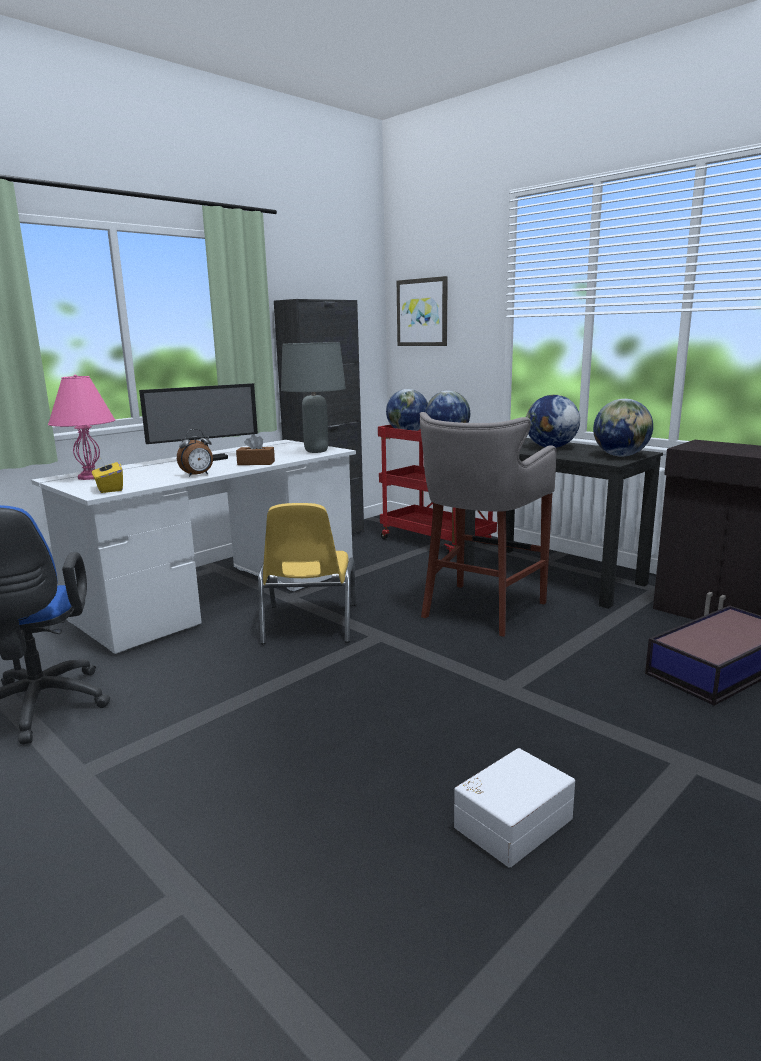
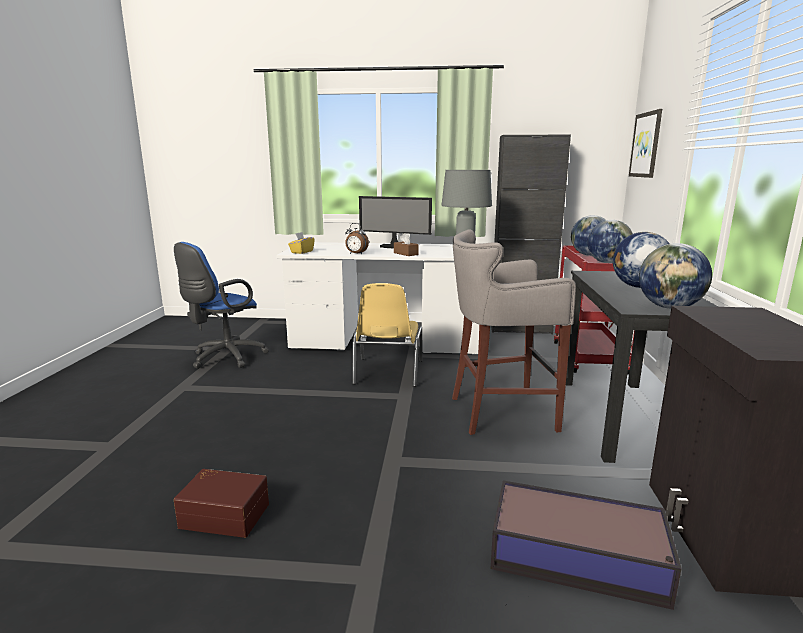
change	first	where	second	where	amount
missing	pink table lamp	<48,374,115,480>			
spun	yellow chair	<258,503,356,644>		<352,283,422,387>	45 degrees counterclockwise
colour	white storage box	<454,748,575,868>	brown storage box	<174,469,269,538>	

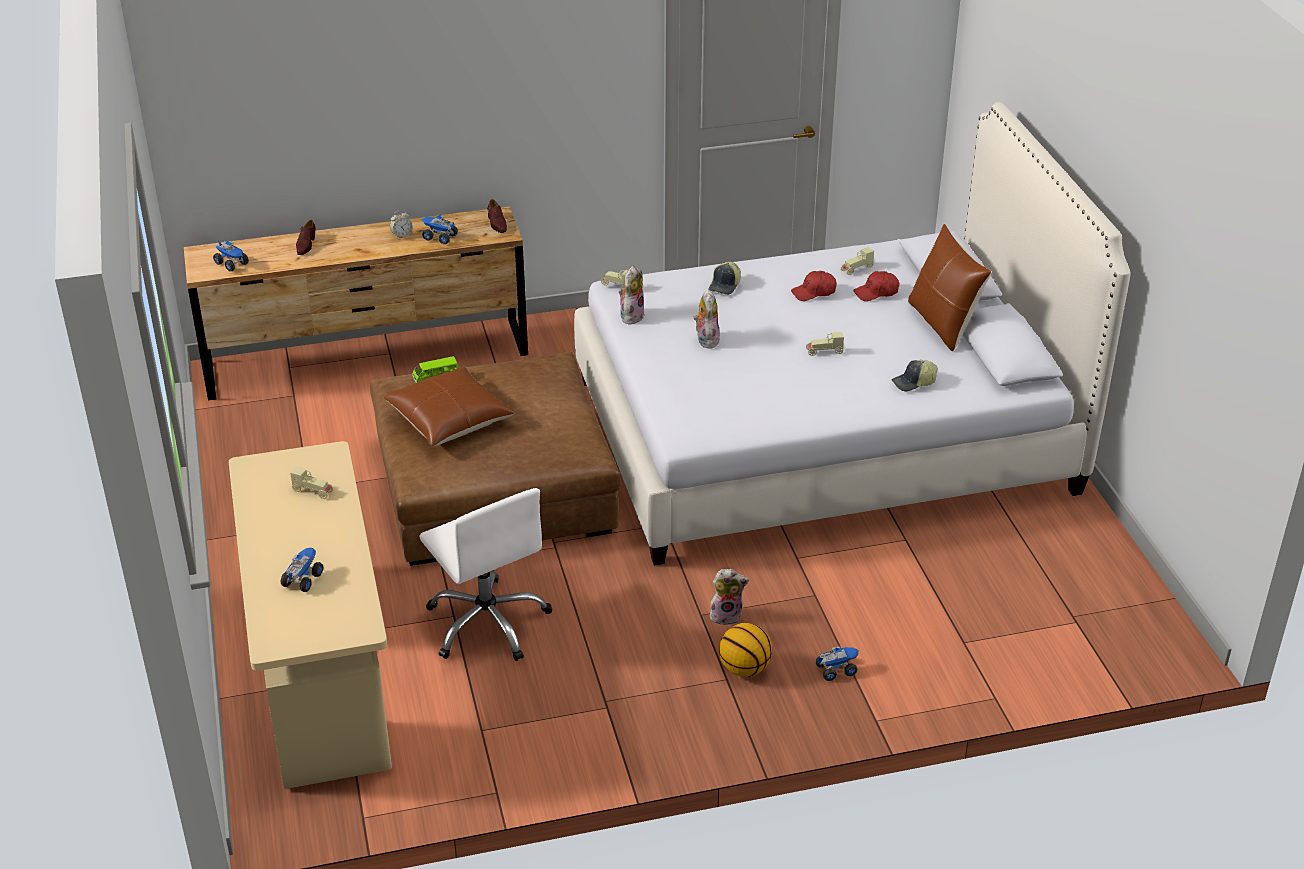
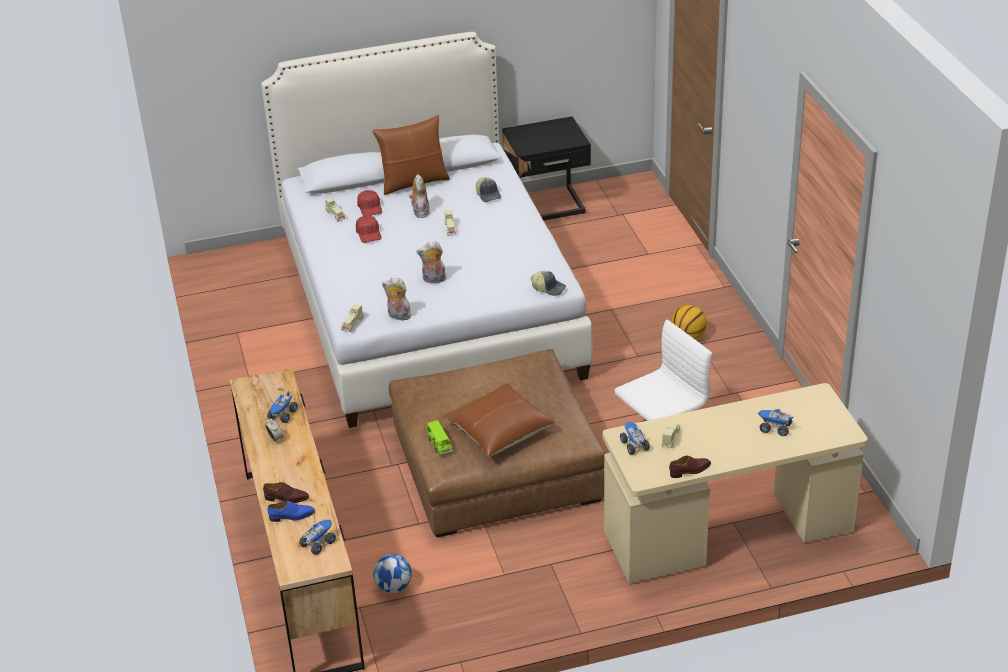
change	first	where	second	where	amount
relocated	brown shoe	<487,199,507,233>		<669,455,711,478>	
relocated	cap	<709,262,741,295>		<530,271,566,296>	
relocated	plush toy	<710,569,749,625>		<409,174,430,218>	
relocated	toy truck	<816,647,859,681>		<620,422,650,455>	
appeared			blue shoe	<268,500,315,522>	
appeared			football	<373,554,412,593>	
appeared			black nightstand	<502,116,591,221>	

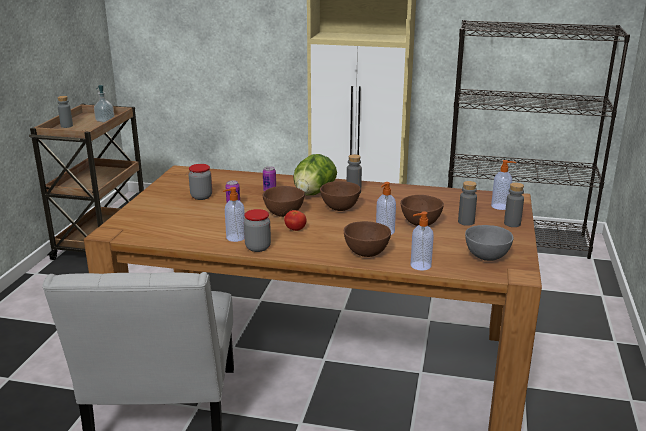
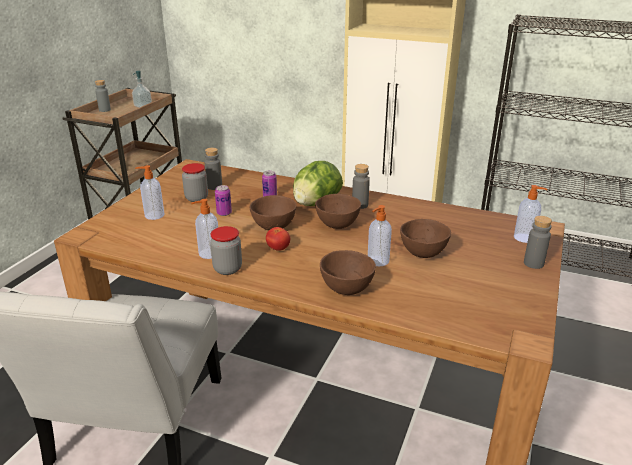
change	first	where	second	where	amount
relocated	soap dispenser	<411,212,434,271>		<135,165,165,220>	
relocated	grey bottle	<458,181,477,226>		<205,148,222,190>	
missing	grey bowl	<465,225,514,261>			

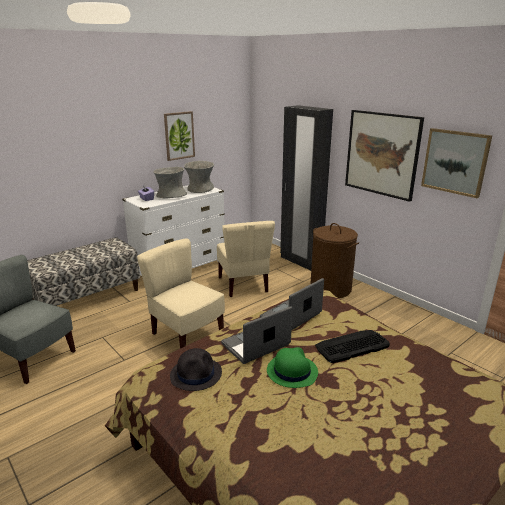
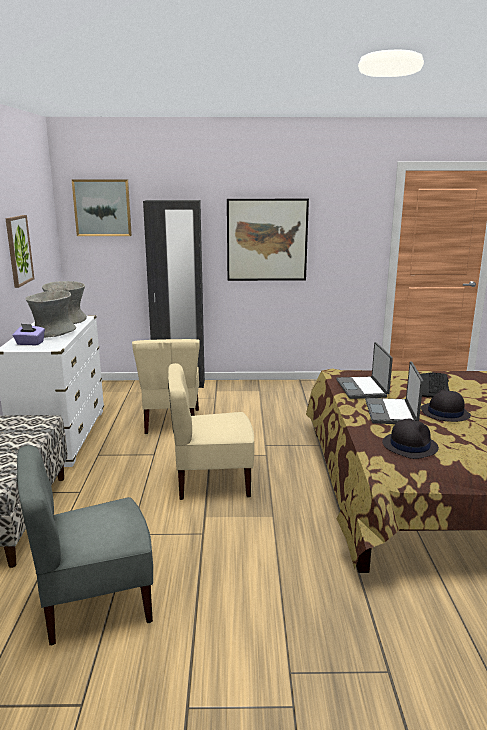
change	first	where	second	where	amount
spun	beige chair	<217,221,275,297>		<132,339,200,435>	60 degrees clockwise
colour	green hat	<267,347,318,388>	black hat	<421,389,471,422>	
missing	brown laundry basket	<310,223,359,298>			
relocated	picture	<421,128,492,198>		<71,179,132,236>	

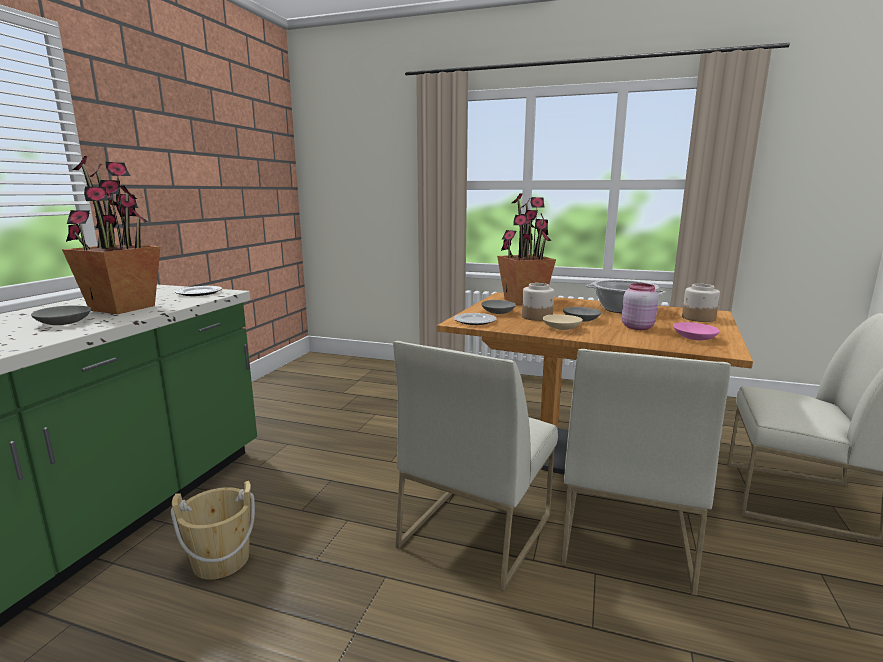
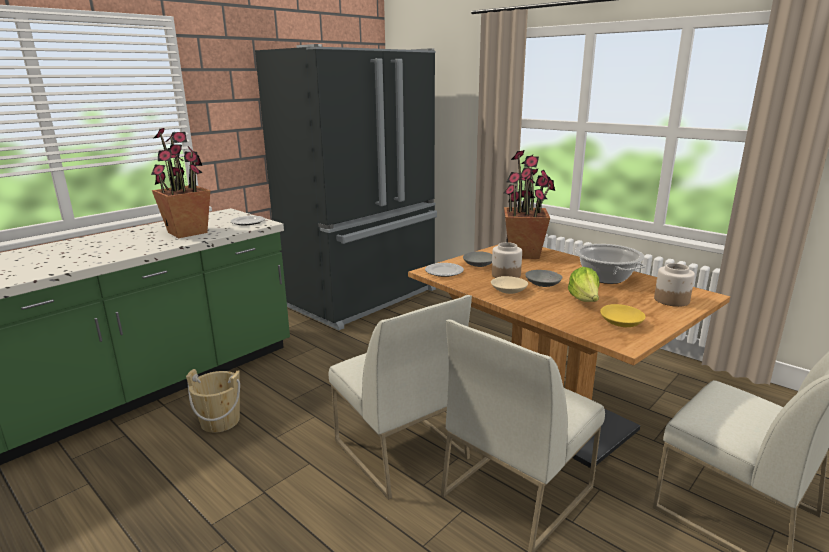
change	first	where	second	where	amount
missing	grey bowl	<31,305,91,325>			
spun	white chair	<393,341,558,592>		<329,295,472,500>	90 degrees counterclockwise
exchanged	pink jar	<622,283,658,330>	lettuce	<568,267,600,302>	
colour	pink bowl	<673,322,720,340>	yellow bowl	<600,304,646,327>	
appeared			black fridge	<255,44,437,330>	

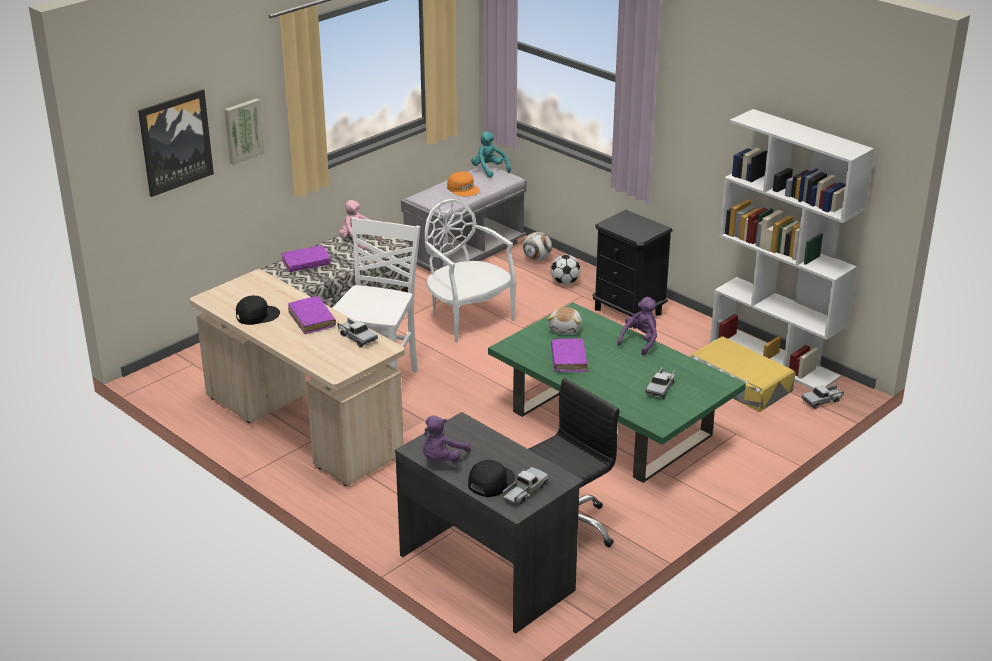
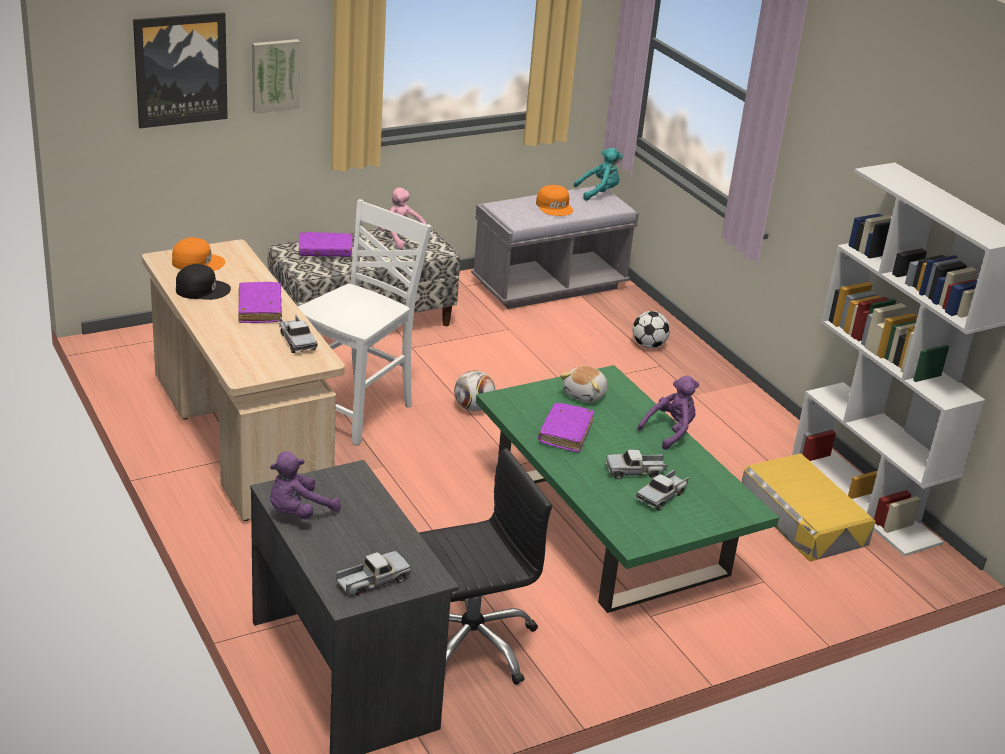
change	first	where	second	where	amount
missing	white chair	<425,199,516,343>			
missing	black cap	<468,460,515,497>			
spun	turquoise plush toy	<471,131,511,178>		<574,148,623,201>	90 degrees clockwise
relocated	football	<523,232,552,261>		<454,370,495,411>	
missing	black nightstand	<592,210,673,328>			
relocated	toy truck	<802,385,844,409>		<606,450,667,479>	
appeared			orange cap	<172,237,225,271>	

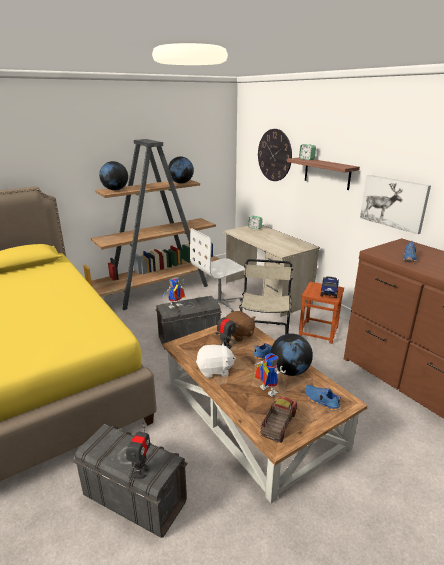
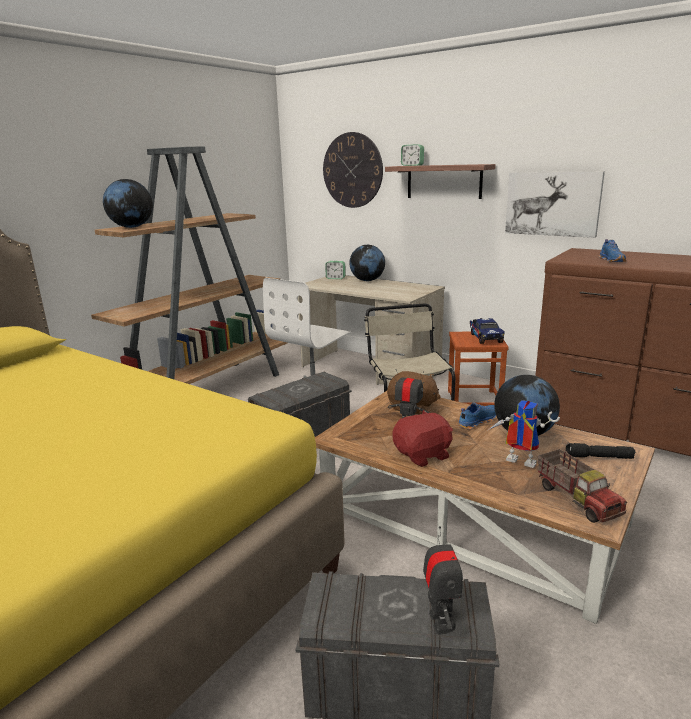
change	first	where	second	where	amount
missing	toy robot	<160,279,187,309>			
relocated	globe	<168,156,194,183>		<349,245,385,281>	
colour	white plush toy	<196,342,236,378>	red plush toy	<392,410,453,467>	
spun	toy truck	<260,396,297,443>		<538,449,627,523>	150 degrees clockwise
exchanged	blue shoe	<305,385,341,411>	black flashlight	<566,443,635,459>	

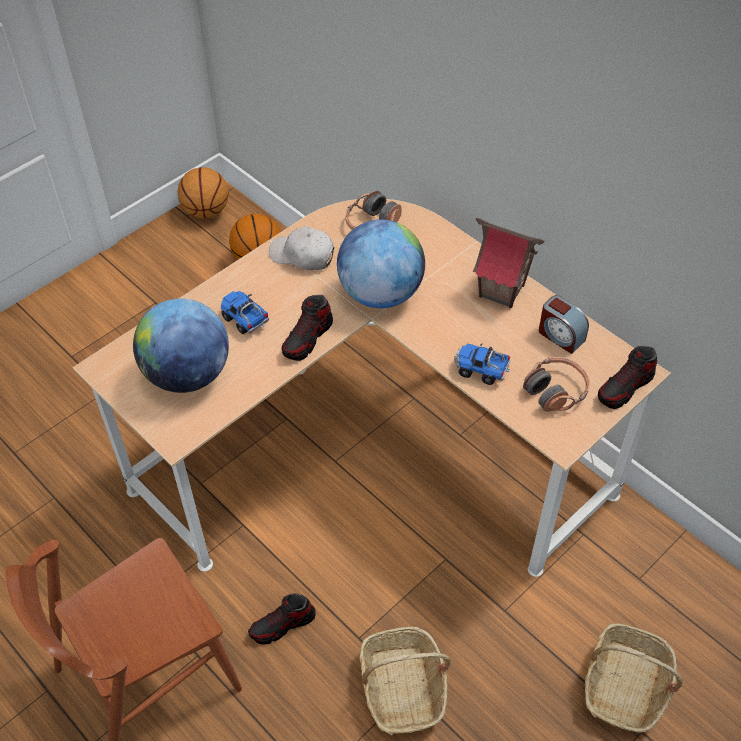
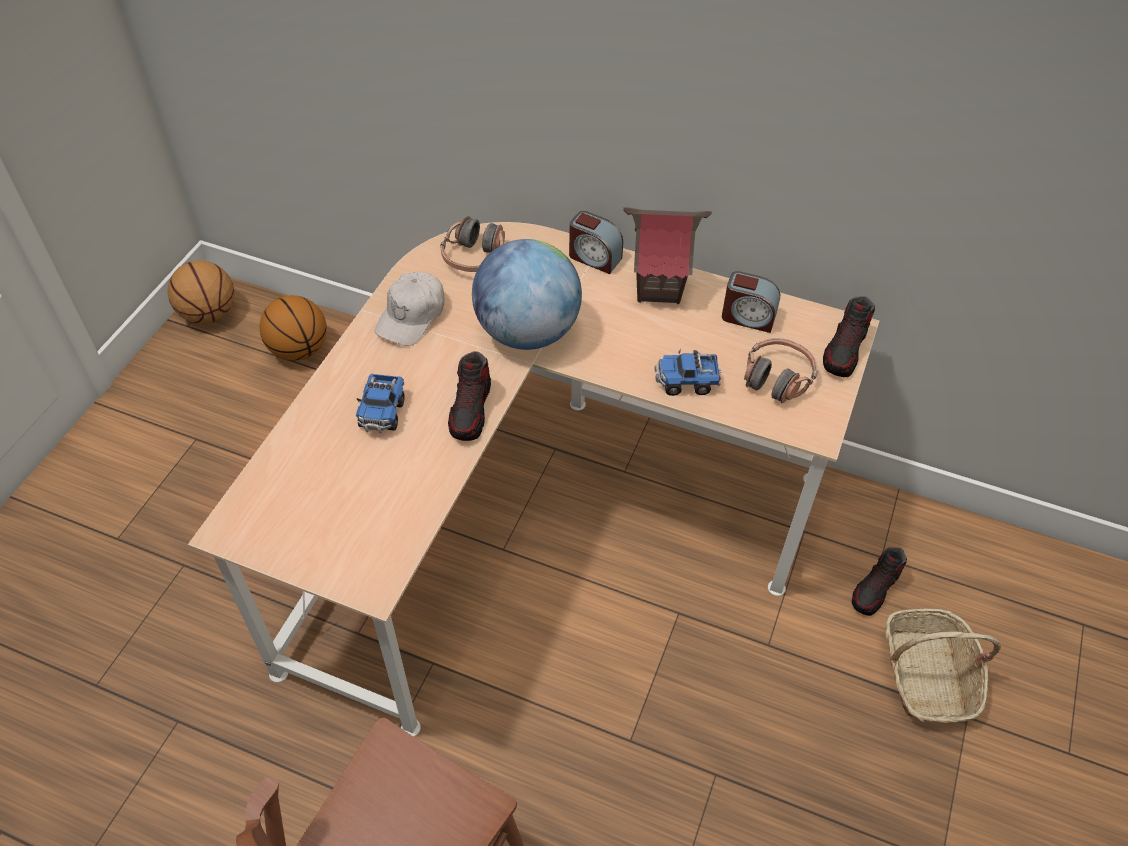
change	first	where	second	where	amount
missing	globe	<133,298,229,393>			
spun	toy truck	<221,291,269,334>		<356,374,405,434>	105 degrees counterclockwise
relocated	shoe	<248,593,316,645>		<852,547,907,616>	
spun	white cap	<269,226,335,270>		<375,272,444,346>	60 degrees counterclockwise
missing	basket	<359,627,451,735>			
appeared			alarm clock	<569,211,623,274>	

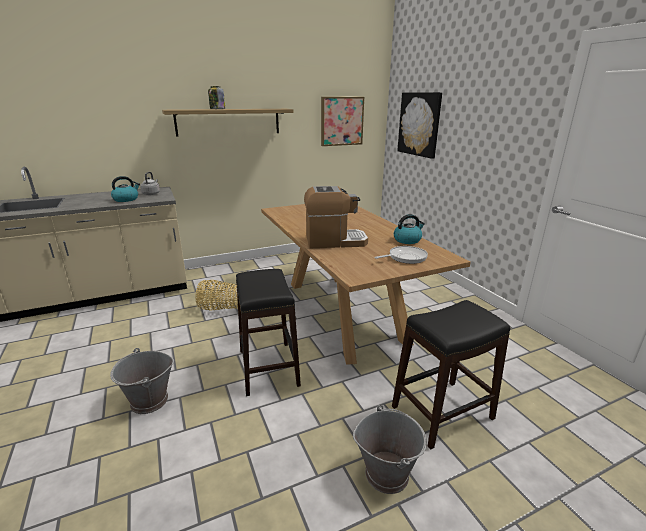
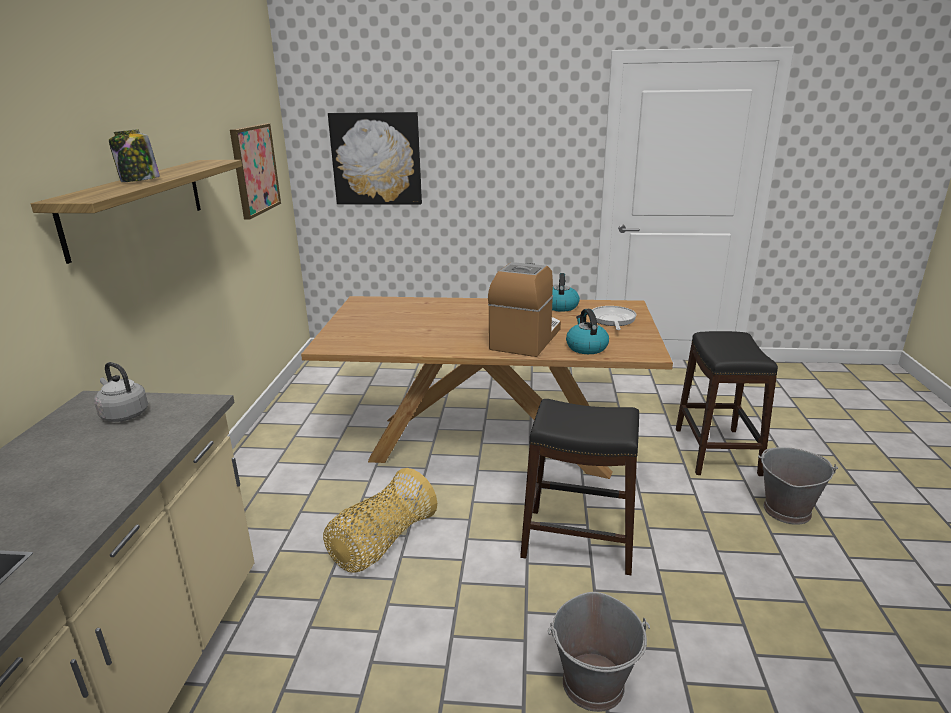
change	first	where	second	where	amount
relocated	kettle	<111,176,140,202>		<566,309,609,354>	

